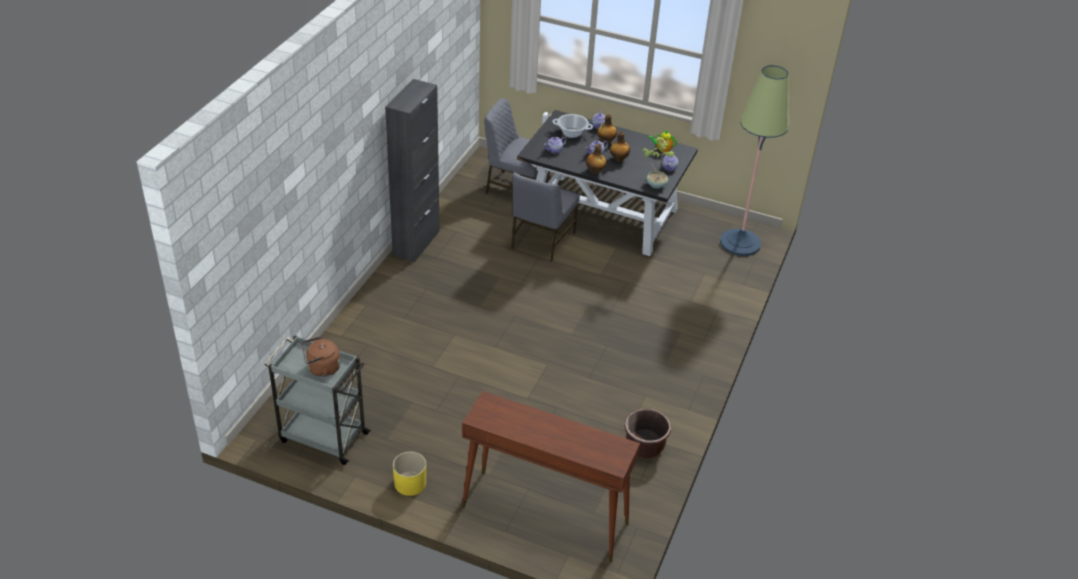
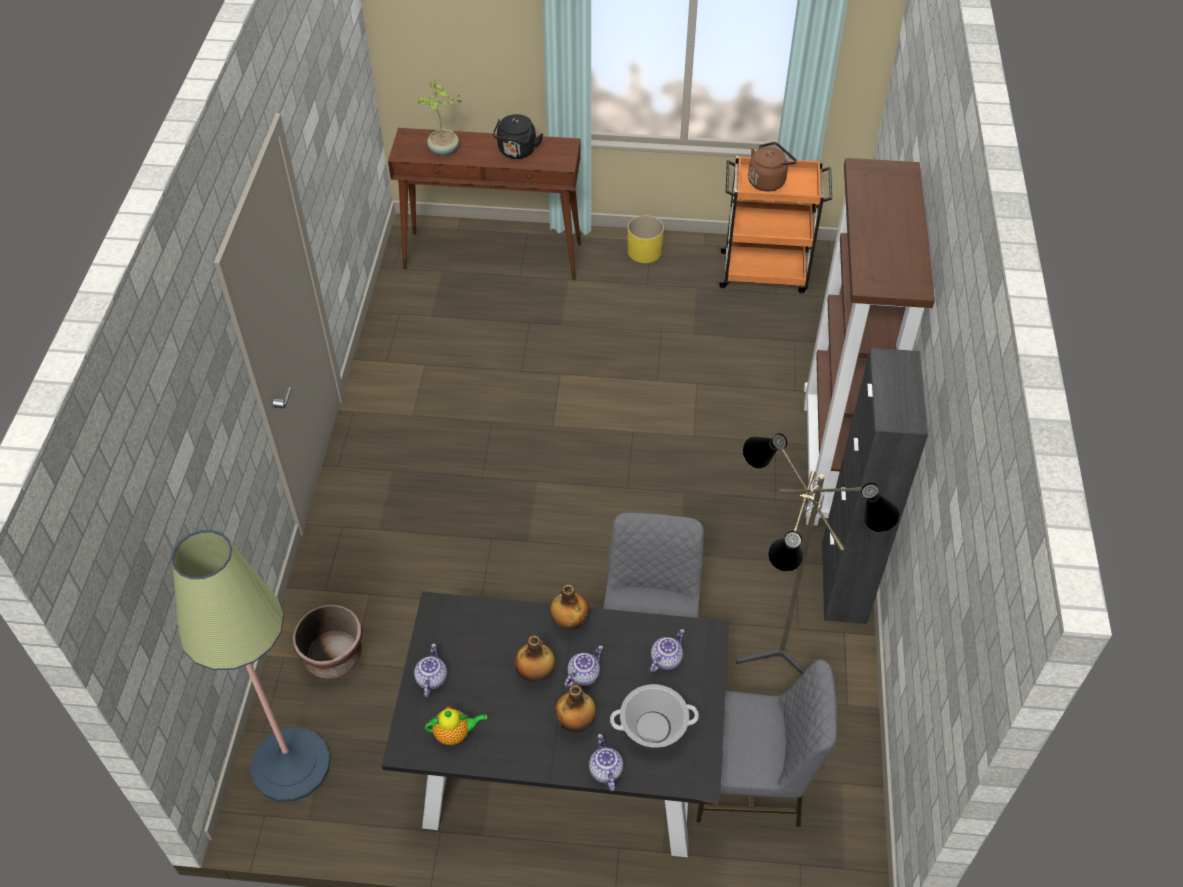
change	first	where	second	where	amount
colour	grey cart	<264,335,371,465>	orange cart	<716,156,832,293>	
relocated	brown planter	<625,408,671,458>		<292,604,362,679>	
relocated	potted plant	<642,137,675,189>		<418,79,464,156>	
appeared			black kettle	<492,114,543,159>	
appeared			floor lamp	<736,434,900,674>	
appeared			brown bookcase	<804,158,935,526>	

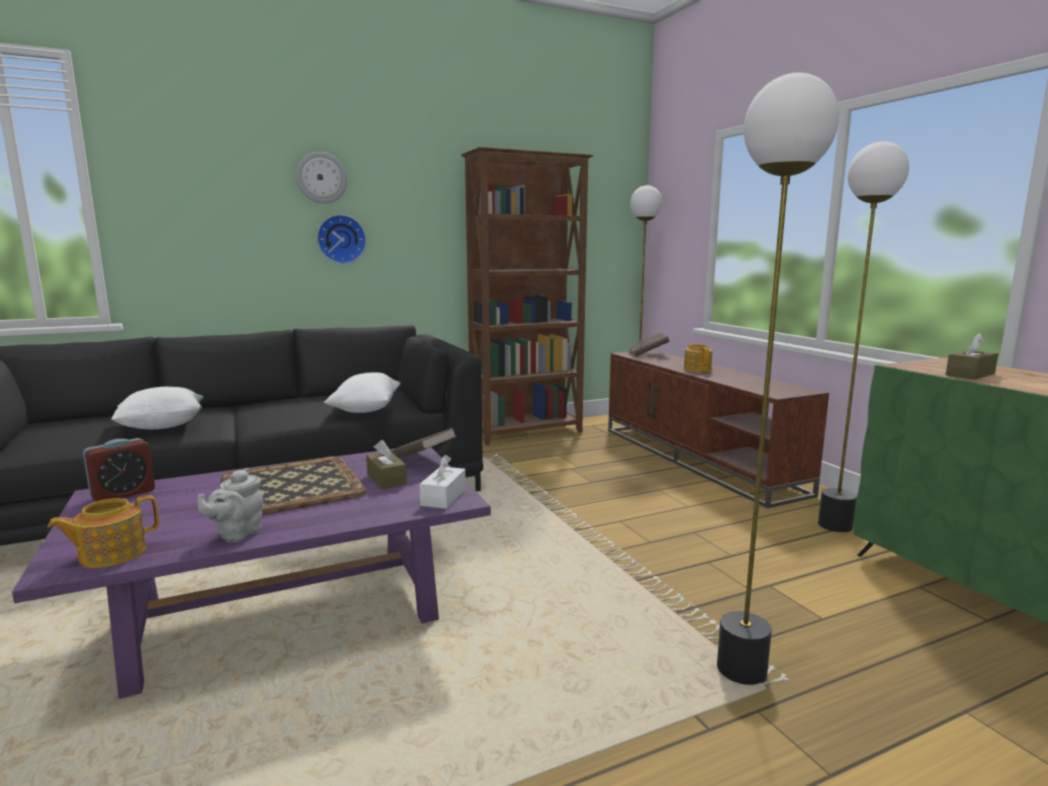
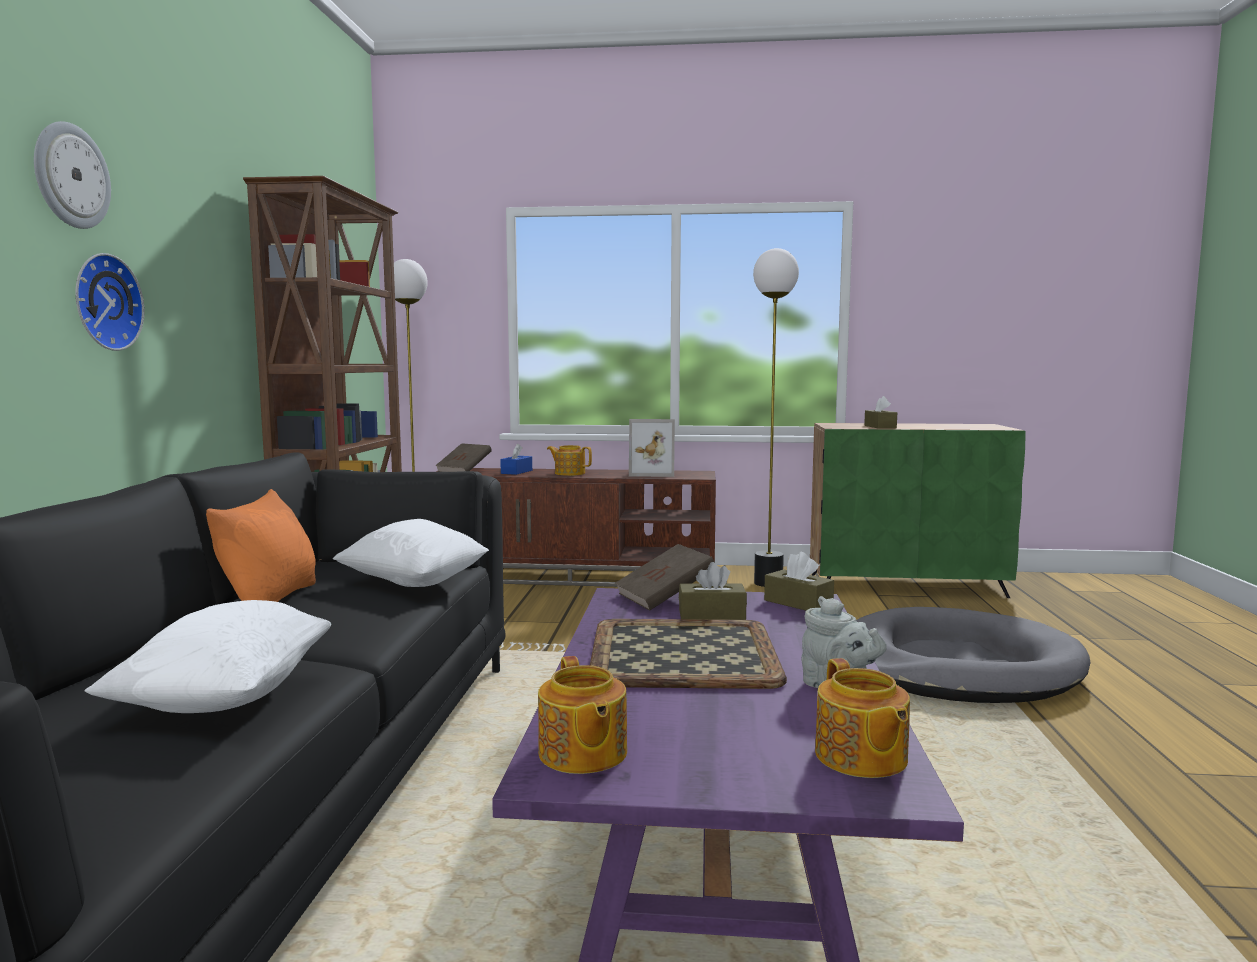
change	first	where	second	where	amount
exchanged	alarm clock	<83,438,155,502>	teapot	<538,656,627,774>	
colour	white tissue box	<419,455,466,509>	brown tissue box	<764,552,834,611>	
exchanged	floor lamp	<717,73,839,685>	grey dog bed	<856,607,1090,703>	
appeared			orange pillow	<206,489,316,602>	
appeared			blue tissue box	<500,444,532,475>	
appeared			picture frame	<629,419,675,477>	

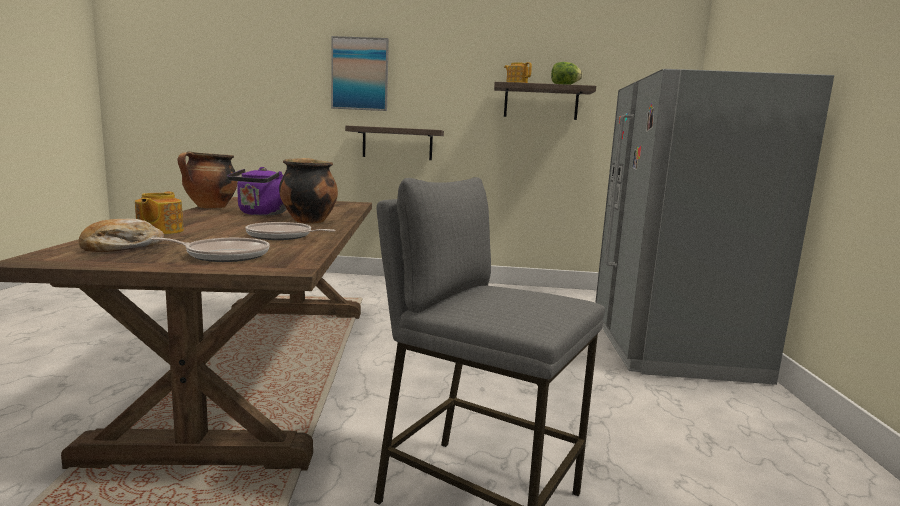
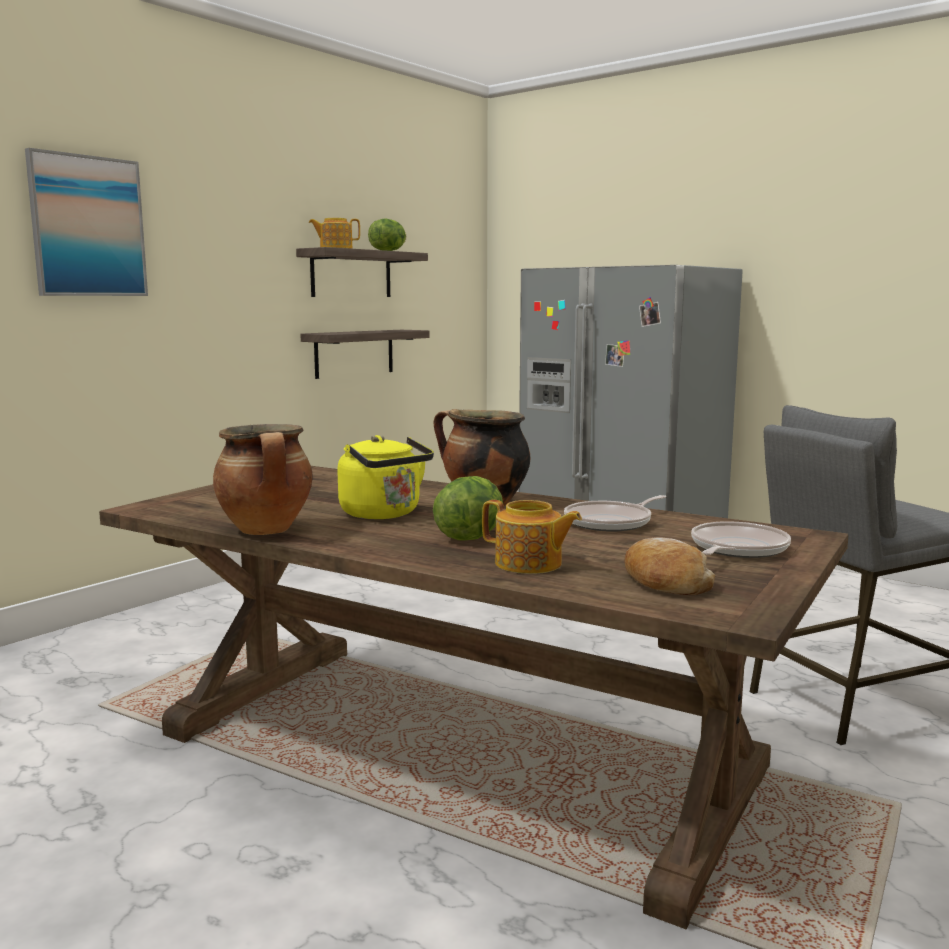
change	first	where	second	where	amount
colour	purple kettle	<227,167,286,215>	yellow kettle	<337,435,434,519>	
relocated	shelf	<345,126,444,160>		<300,330,429,379>	
appeared			lettuce	<433,476,503,541>	

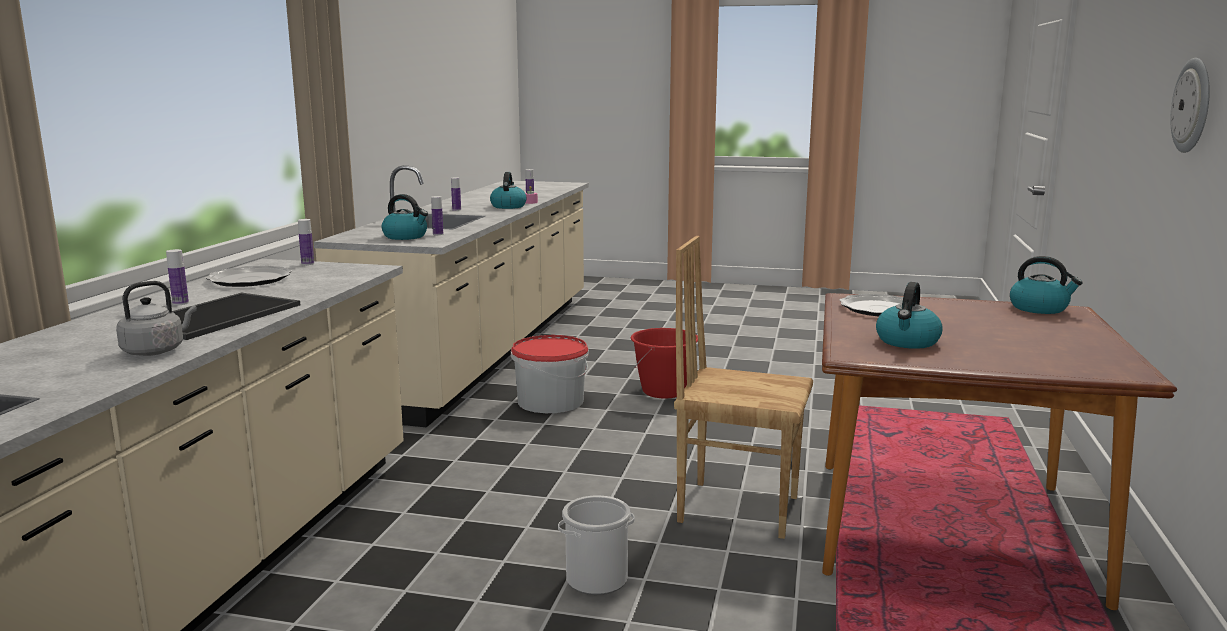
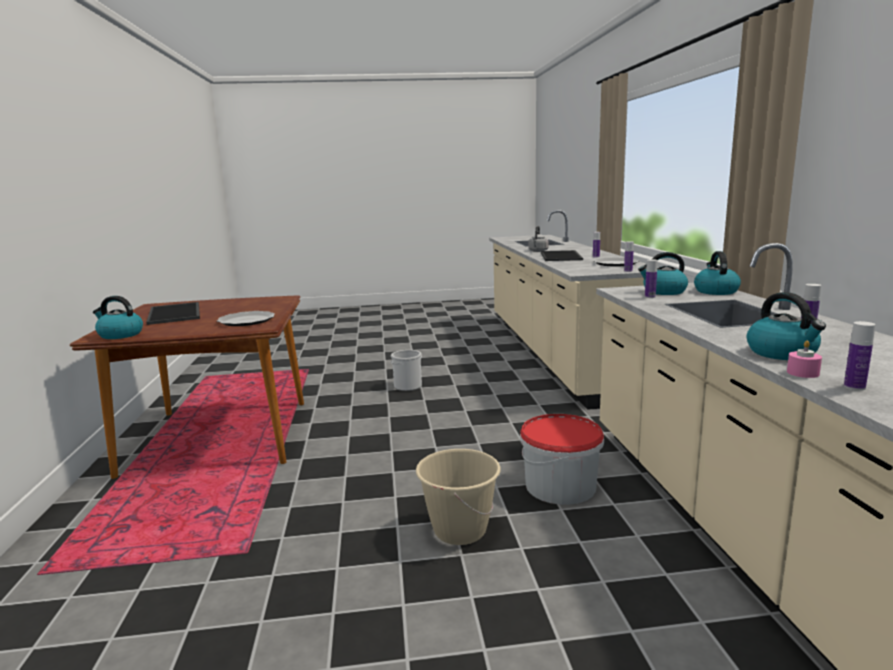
change	first	where	second	where	amount
colour	red bucket	<631,328,698,399>	beige bucket	<416,449,501,545>	
missing	brown chair	<674,236,813,539>			
relocated	kettle	<876,282,942,349>		<694,251,741,295>	
missing	wall clock	<1170,58,1210,153>			
appeared			tray	<146,302,200,325>	

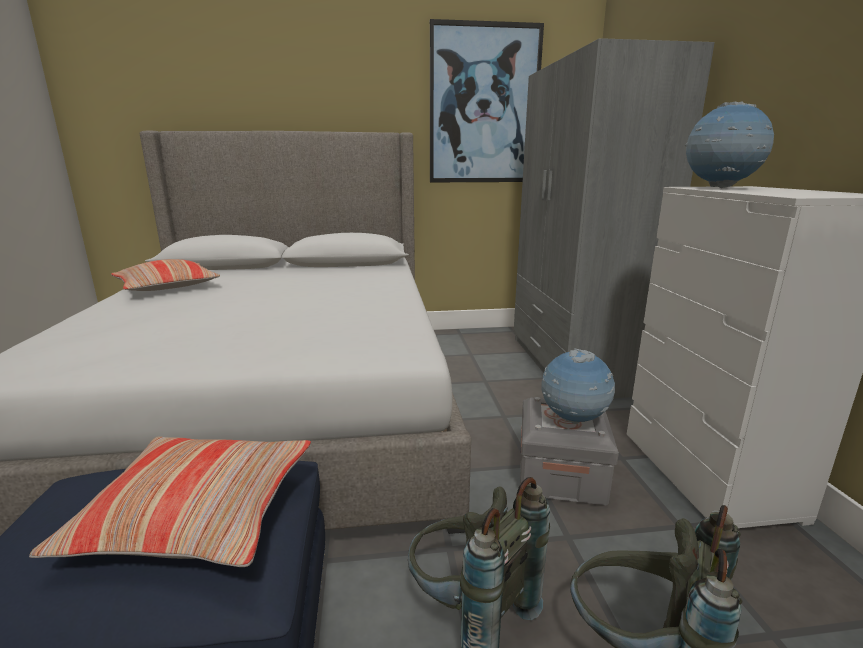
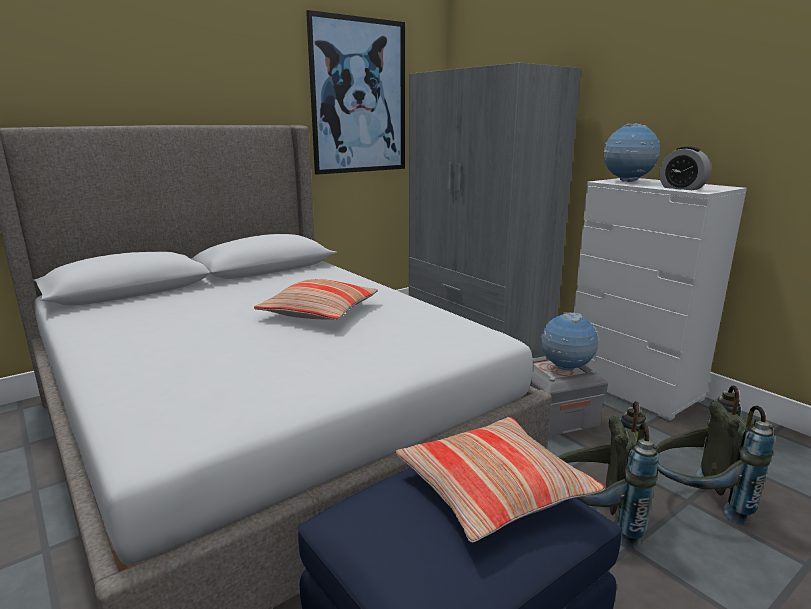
change	first	where	second	where	amount
relocated	pillow	<111,259,220,291>		<254,279,378,320>	
appeared			alarm clock	<659,146,711,190>	

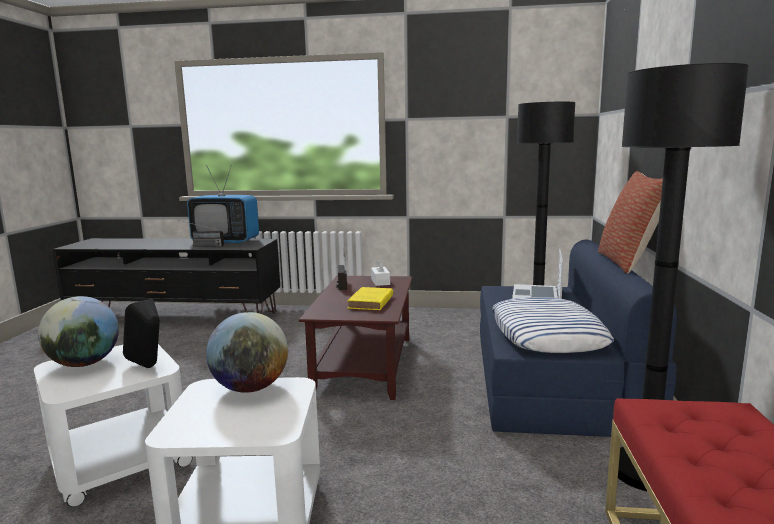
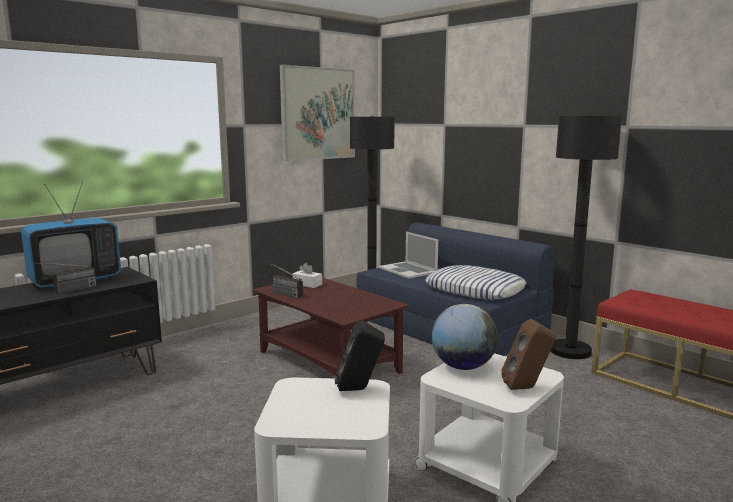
change	first	where	second	where	amount
missing	globe	<38,296,119,367>			
missing	yellow book	<347,287,393,310>			
missing	pillow	<598,171,663,274>			
appeared			picture	<280,65,355,161>	
appeared			brown speaker	<501,319,556,390>	

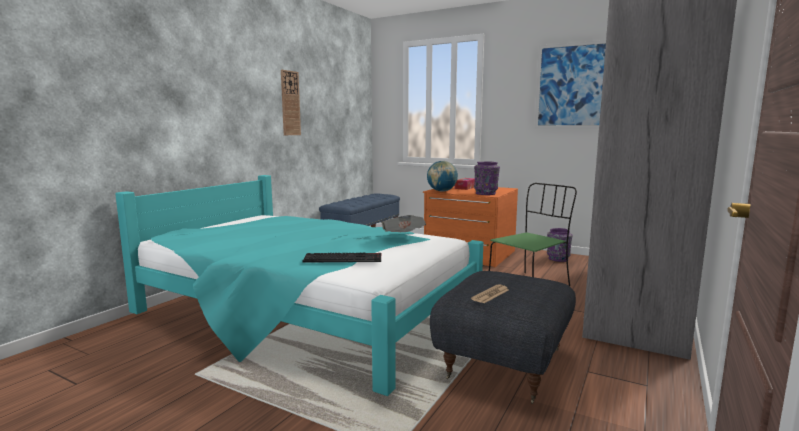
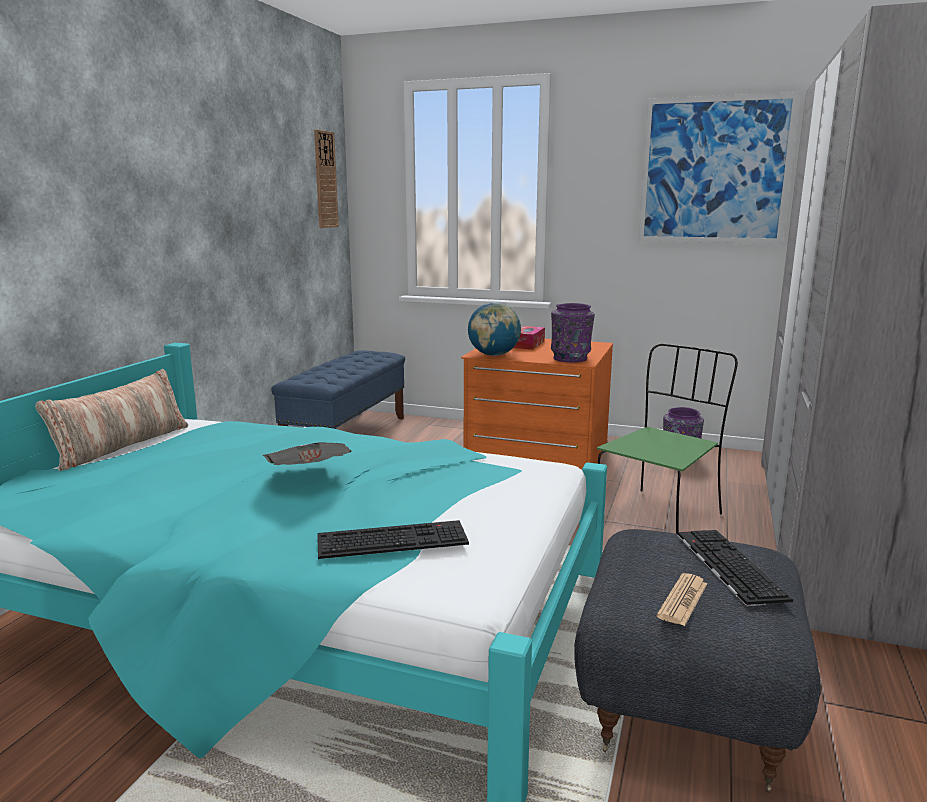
change	first	where	second	where	amount
relocated	wall clock	<281,70,301,135>		<314,129,339,228>	
relocated	newspaper	<381,215,426,232>		<263,442,352,465>	
appeared			pillow	<35,369,188,471>	
appeared			keyboard	<677,530,793,606>	

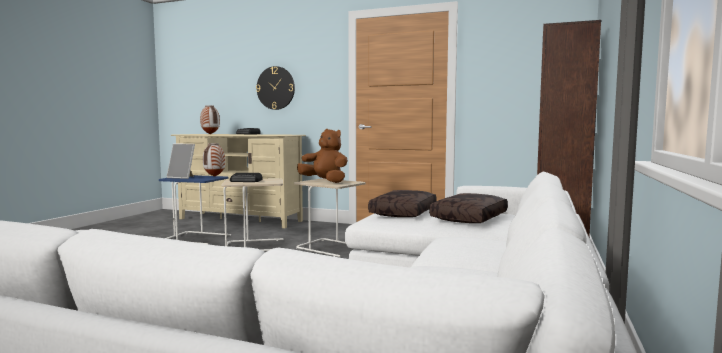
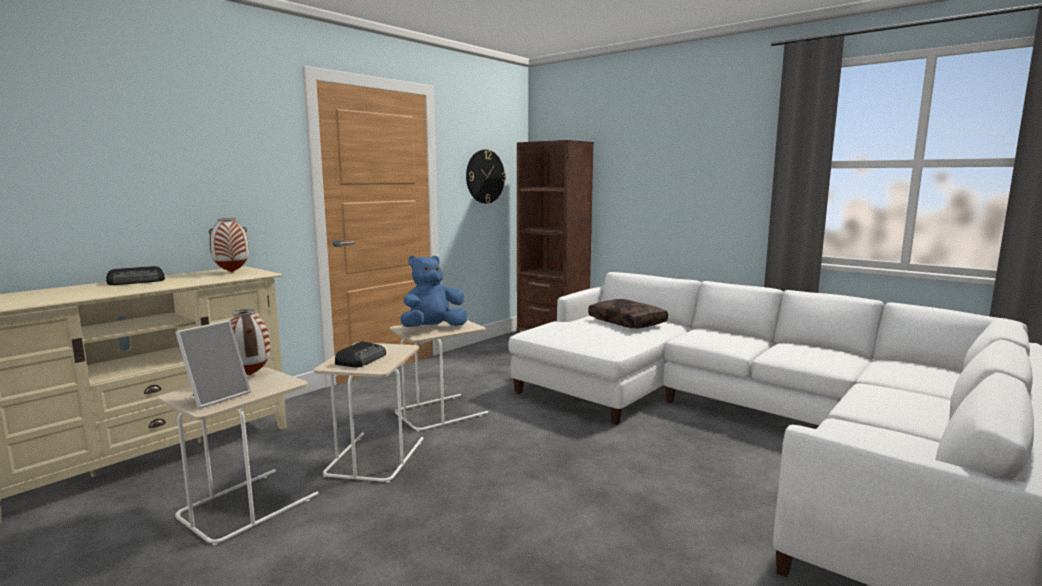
change	first	where	second	where	amount
colour	blue side table	<159,175,231,244>	beige side table	<158,367,318,545>	
relocated	vase	<200,105,220,134>		<209,218,249,272>	
relocated	wall clock	<256,66,295,110>		<466,150,506,204>	
colour	brown plush toy	<297,129,348,183>	blue plush toy	<401,256,467,327>	
missing	brown pillow	<368,190,437,217>			

